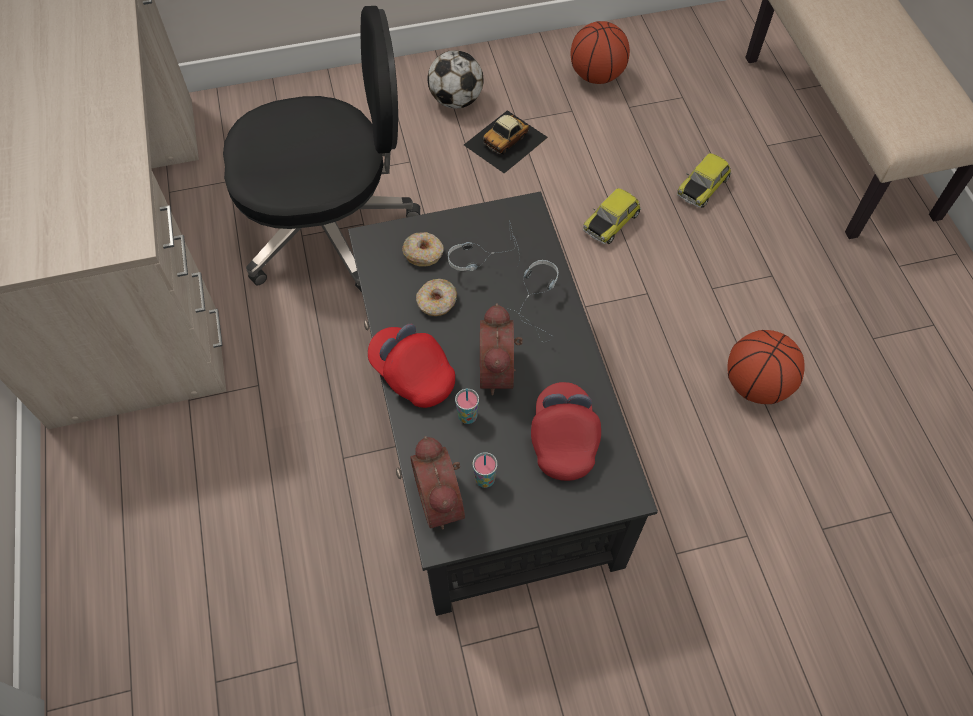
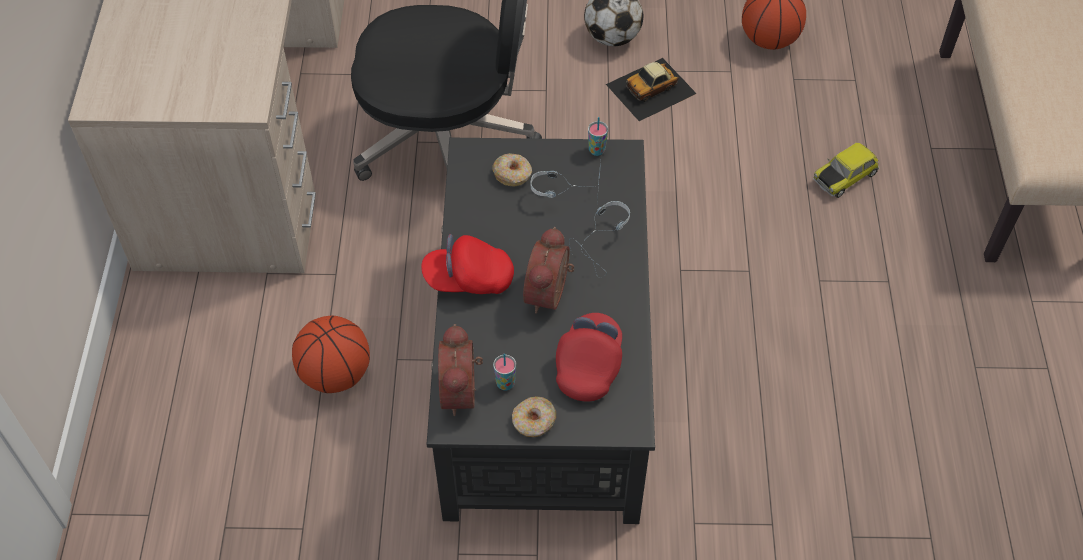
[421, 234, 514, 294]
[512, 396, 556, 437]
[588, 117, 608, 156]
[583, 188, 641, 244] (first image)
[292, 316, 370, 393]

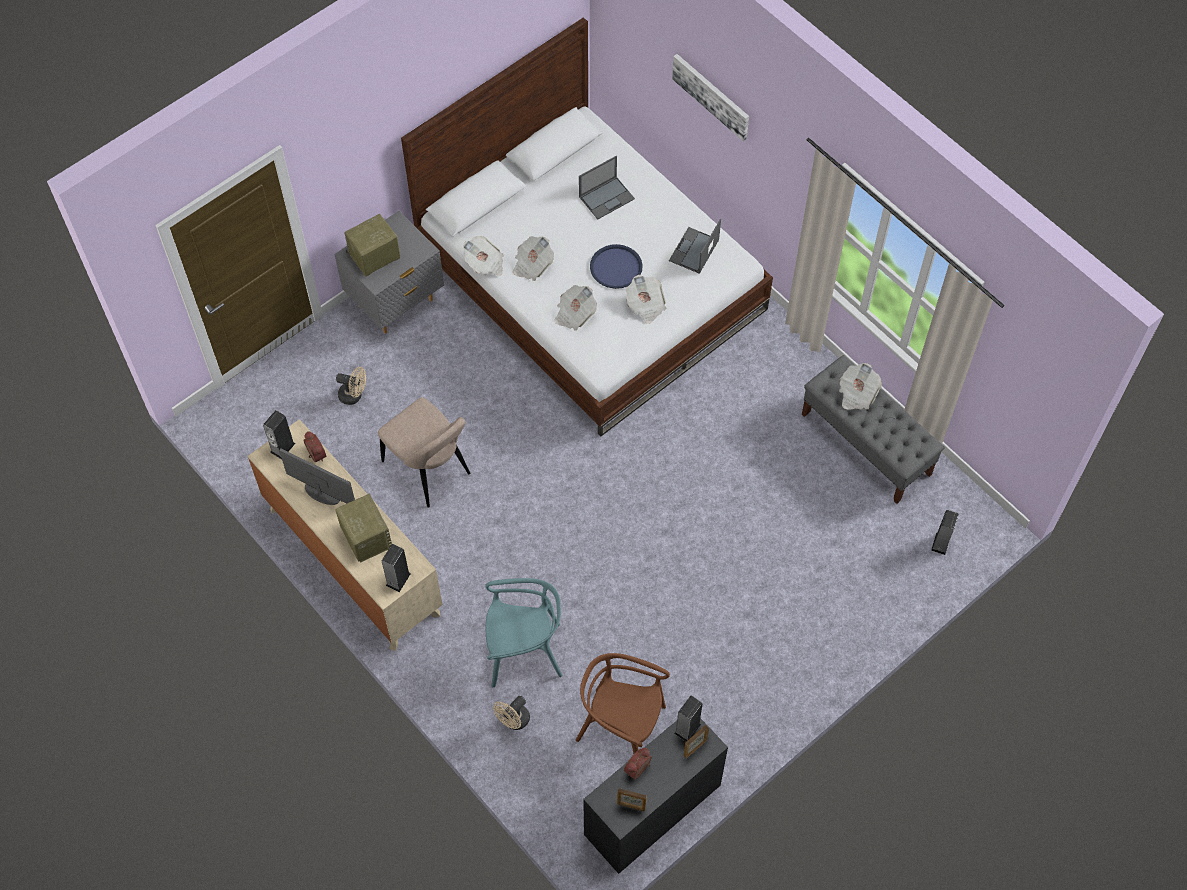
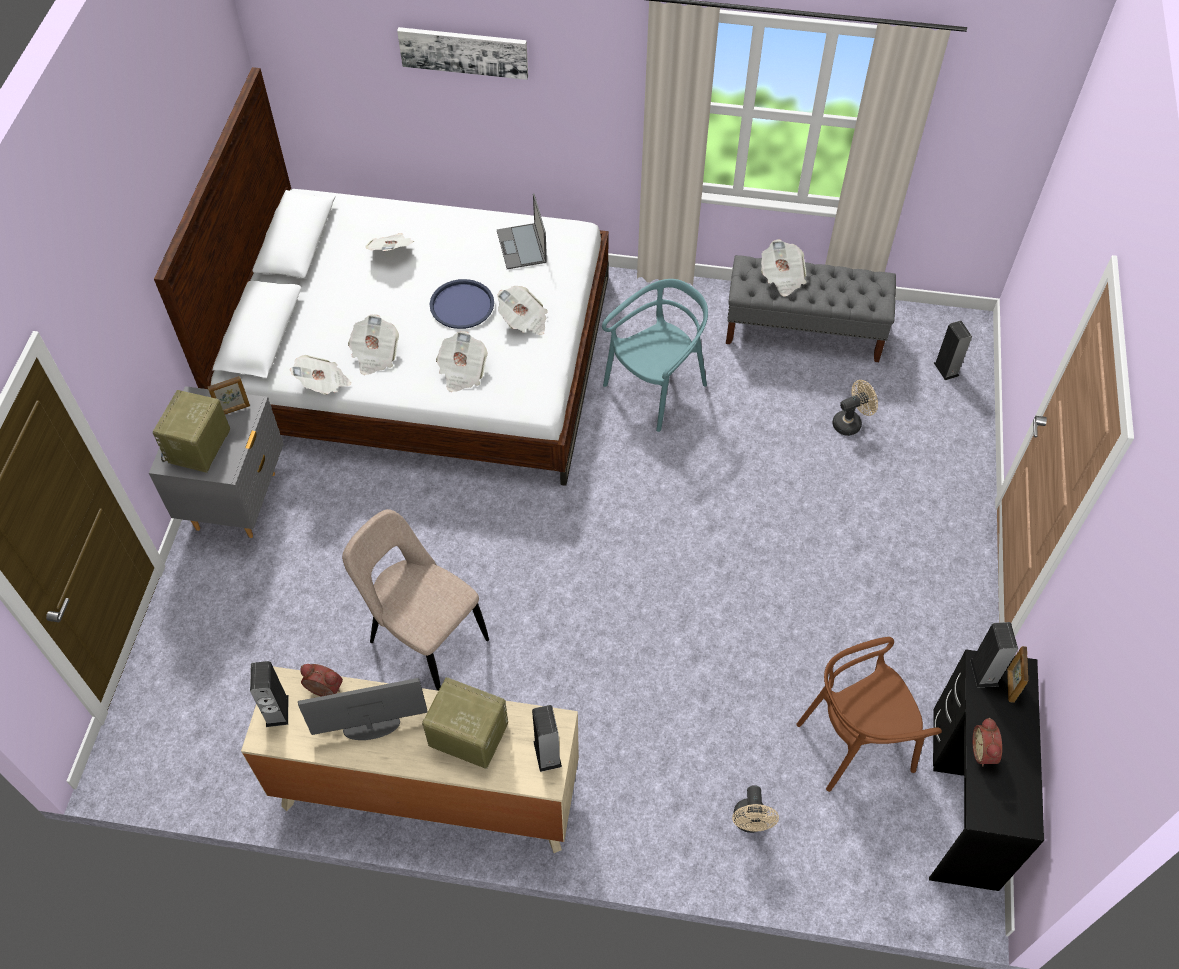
[832, 380, 878, 436]
[342, 509, 489, 691]
[602, 279, 708, 432]
[365, 233, 414, 251]
[208, 376, 250, 414]

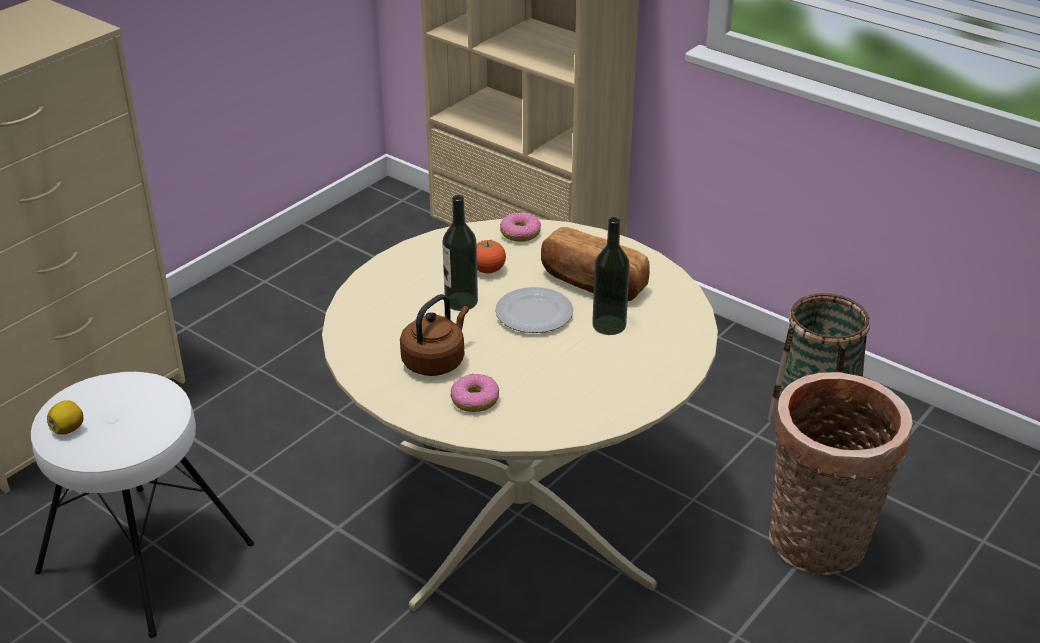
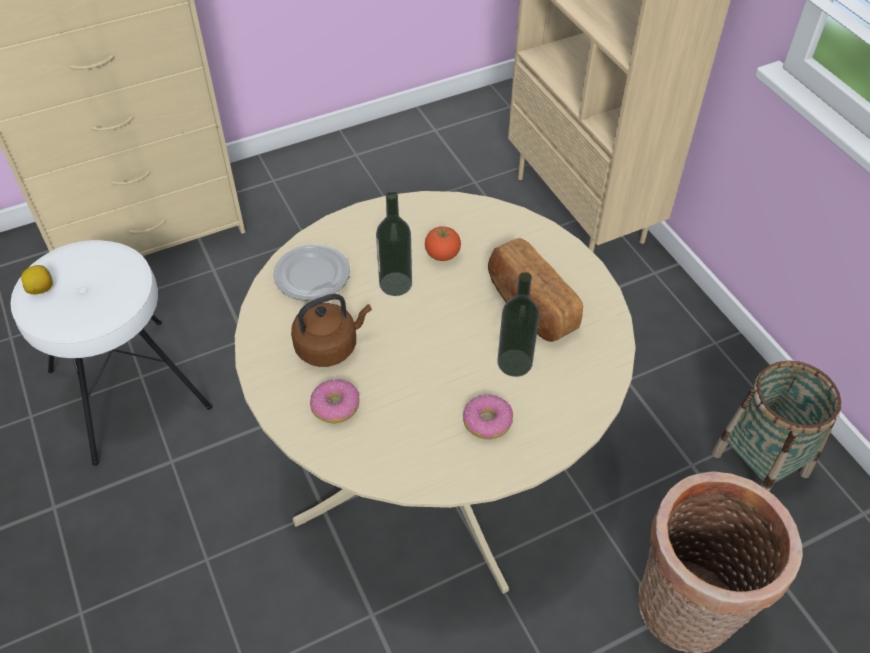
[273, 244, 350, 301]
[463, 394, 513, 439]

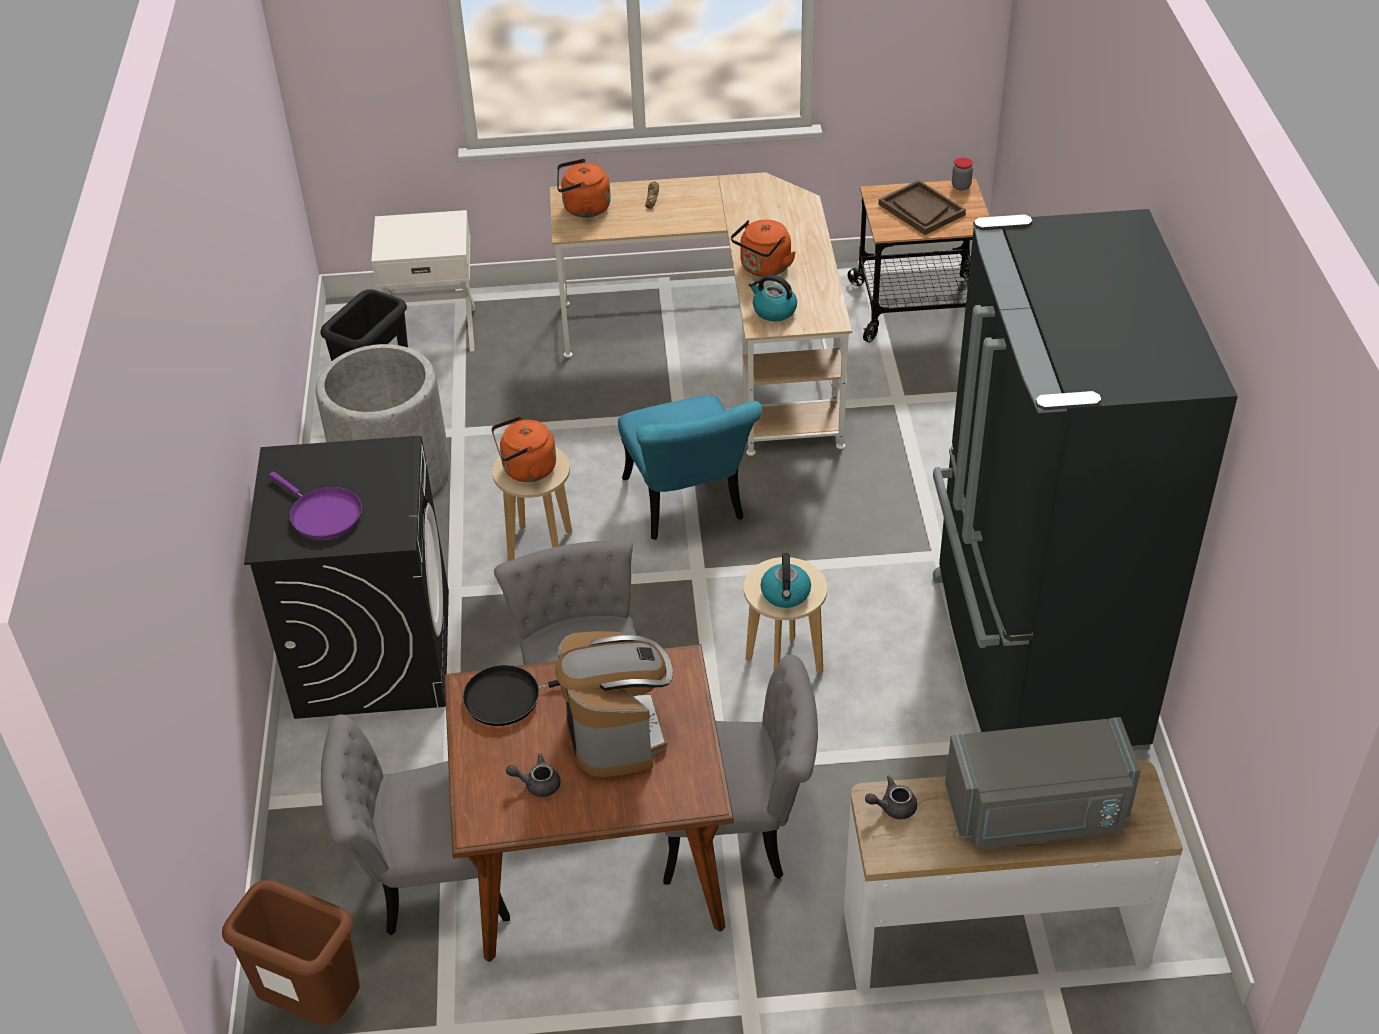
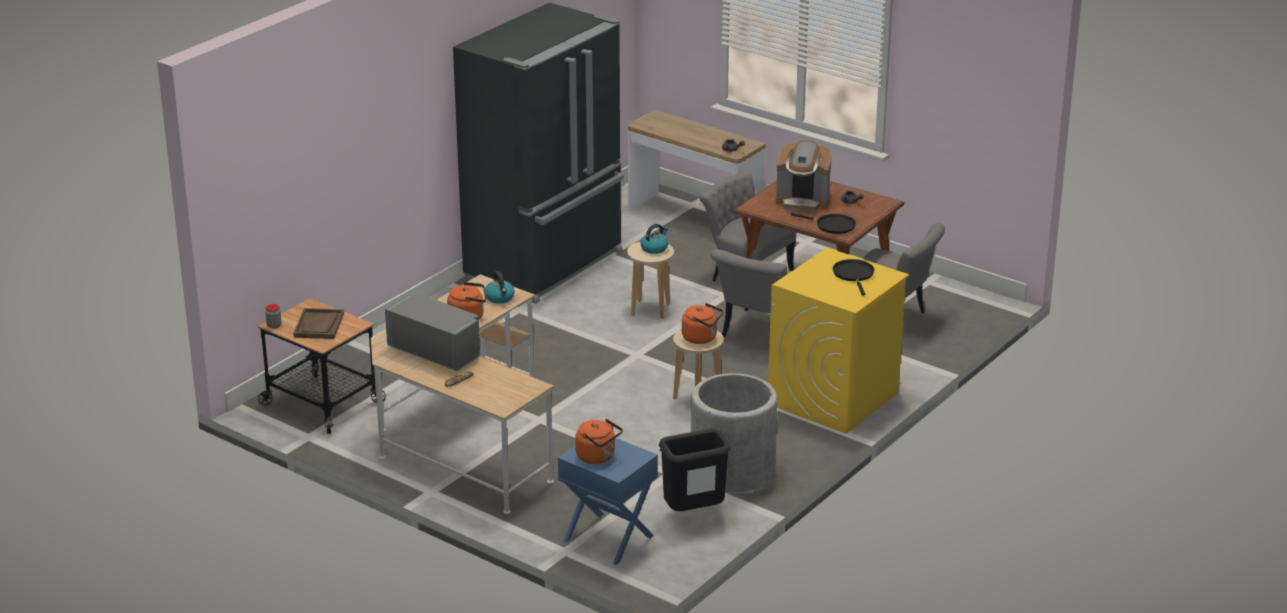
[222, 880, 360, 1025] (first image)
[768, 248, 909, 434]
[833, 259, 875, 296]
[558, 438, 658, 565]
[776, 140, 832, 212]
[575, 419, 623, 464]
[618, 395, 762, 540] (first image)
[385, 294, 480, 371]

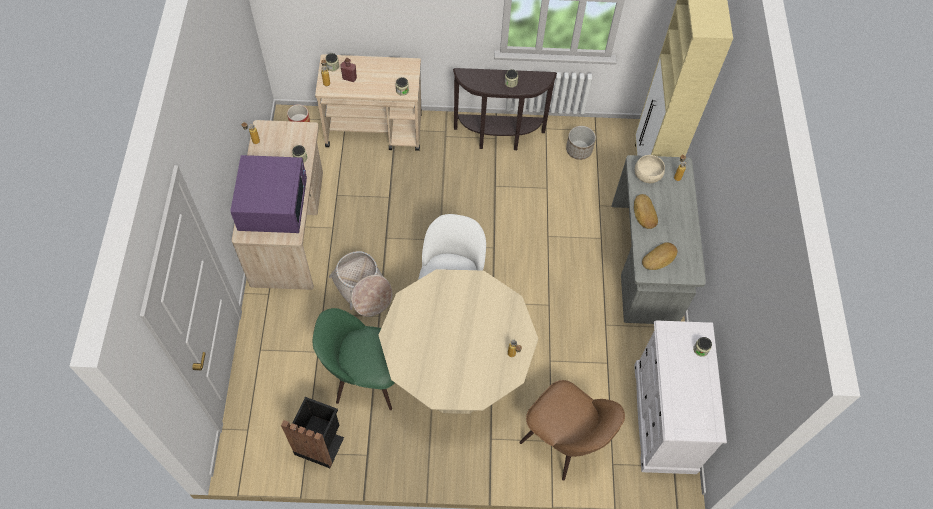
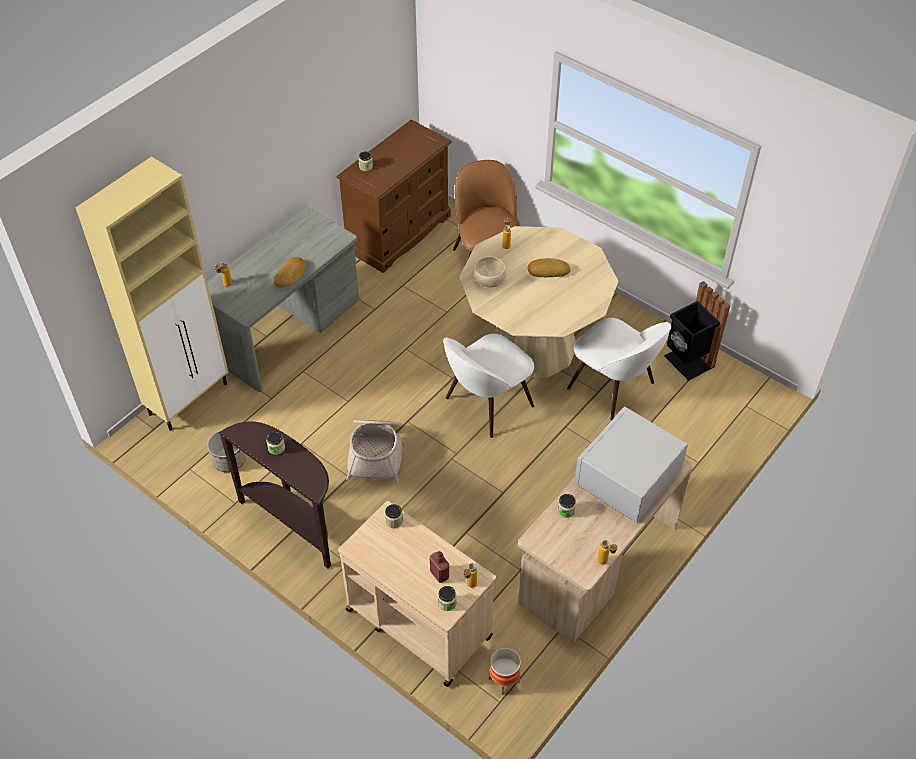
[574, 406, 688, 523]
[567, 318, 671, 420]
[346, 420, 404, 483]
[474, 256, 506, 287]
[336, 120, 452, 273]
[527, 258, 570, 278]

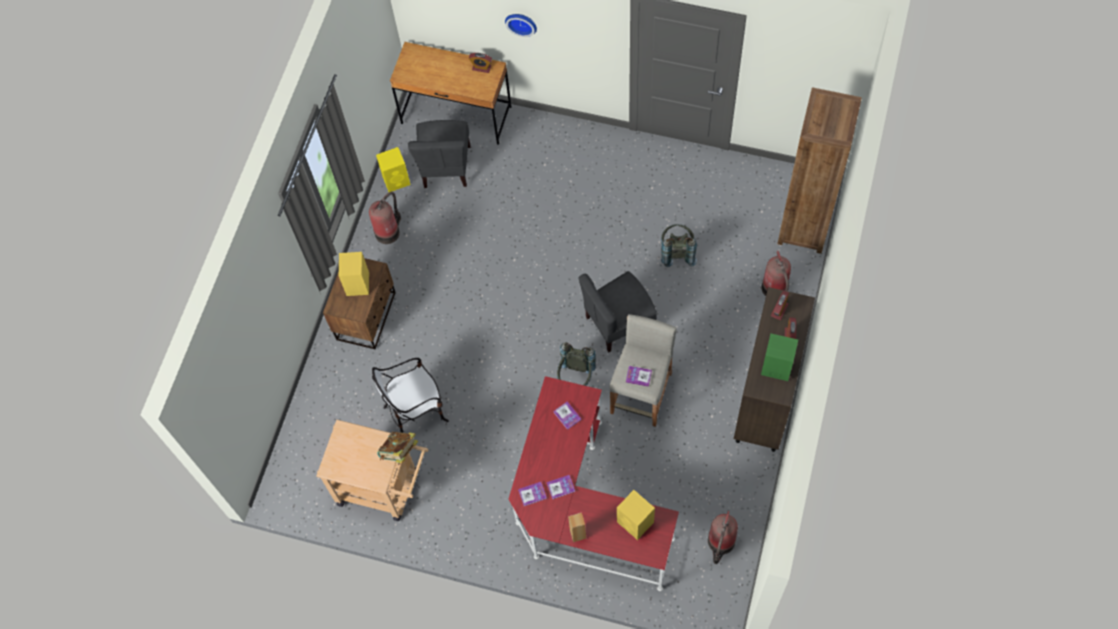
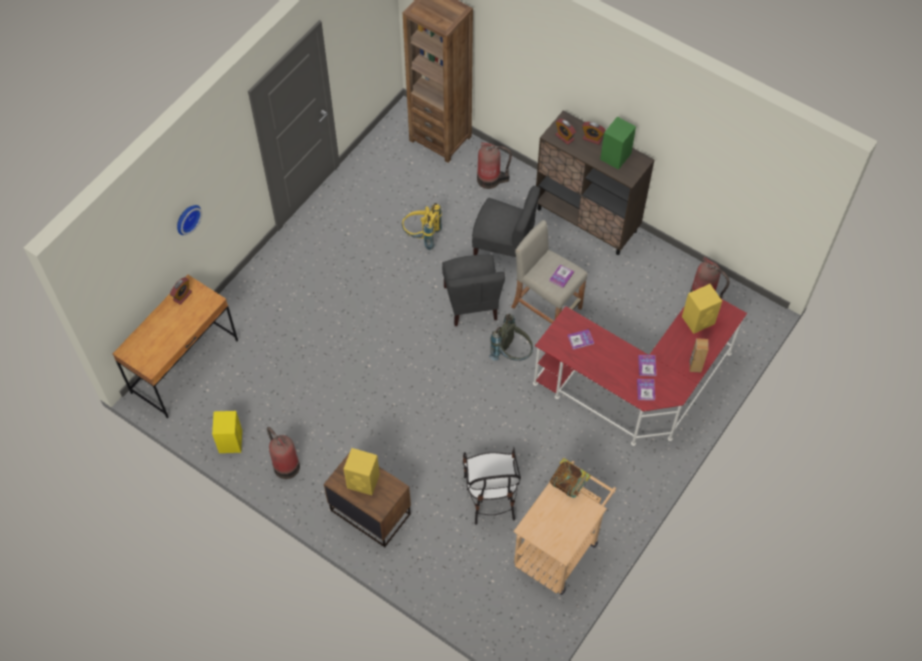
[472, 186, 540, 257]
[402, 203, 442, 250]

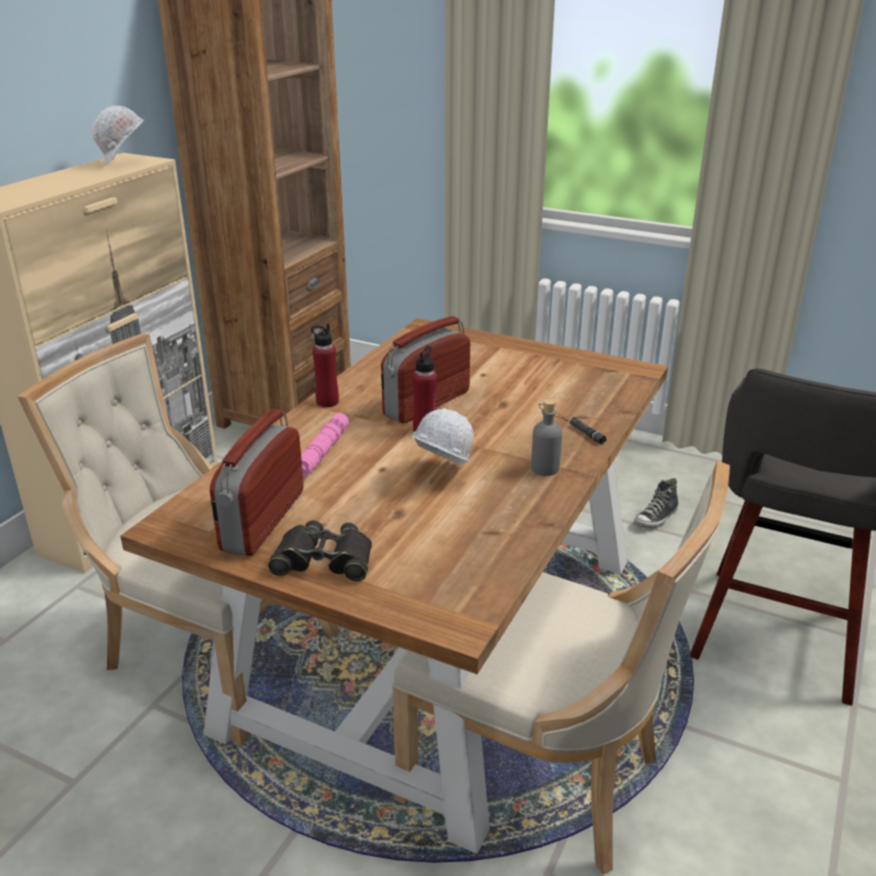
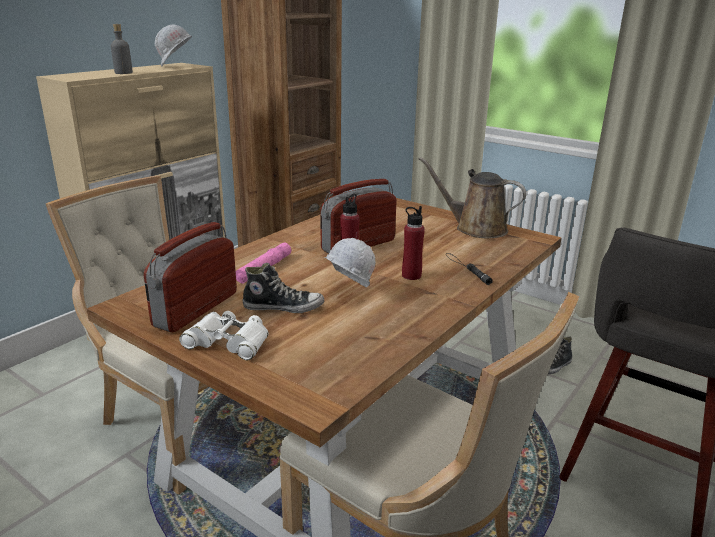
[179, 311, 269, 360]
[402, 206, 425, 280]
[111, 24, 133, 74]
[242, 263, 324, 313]
[419, 157, 526, 238]

